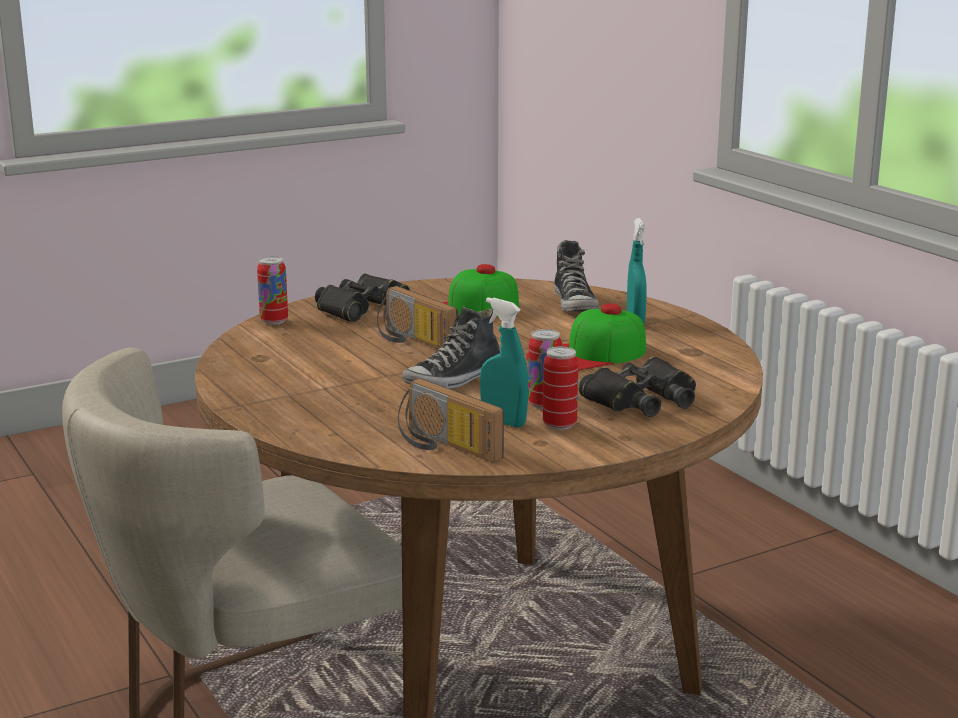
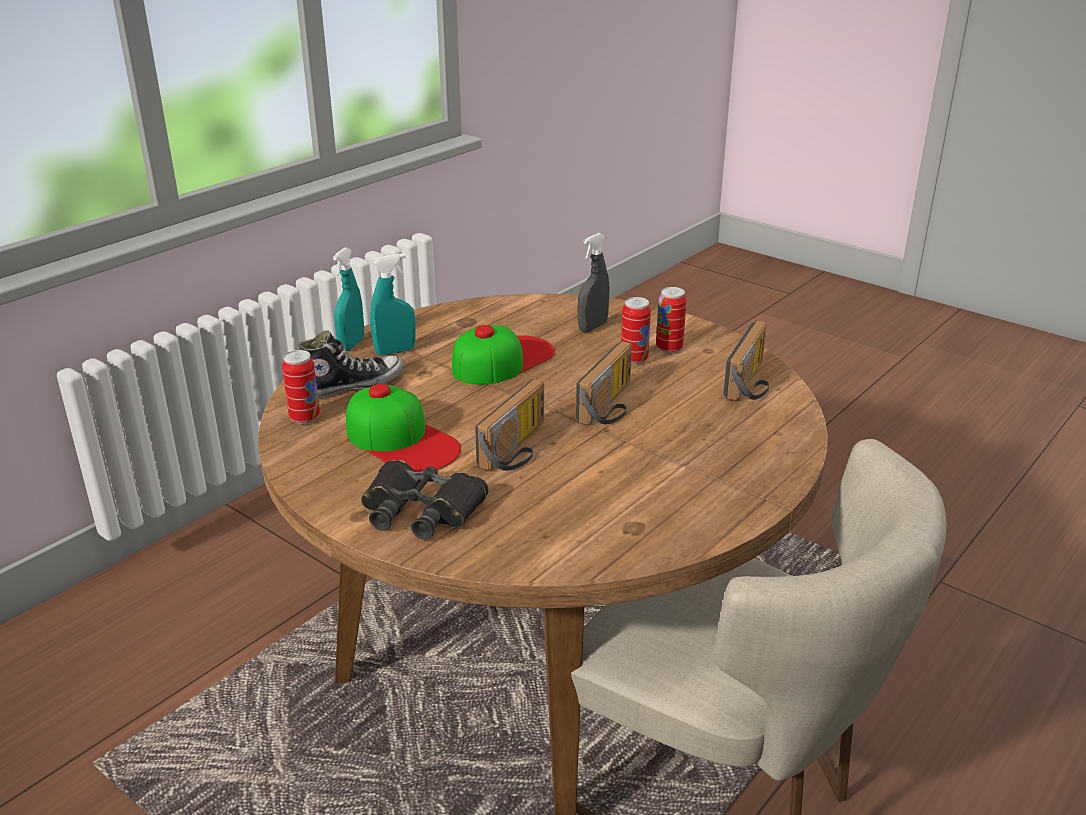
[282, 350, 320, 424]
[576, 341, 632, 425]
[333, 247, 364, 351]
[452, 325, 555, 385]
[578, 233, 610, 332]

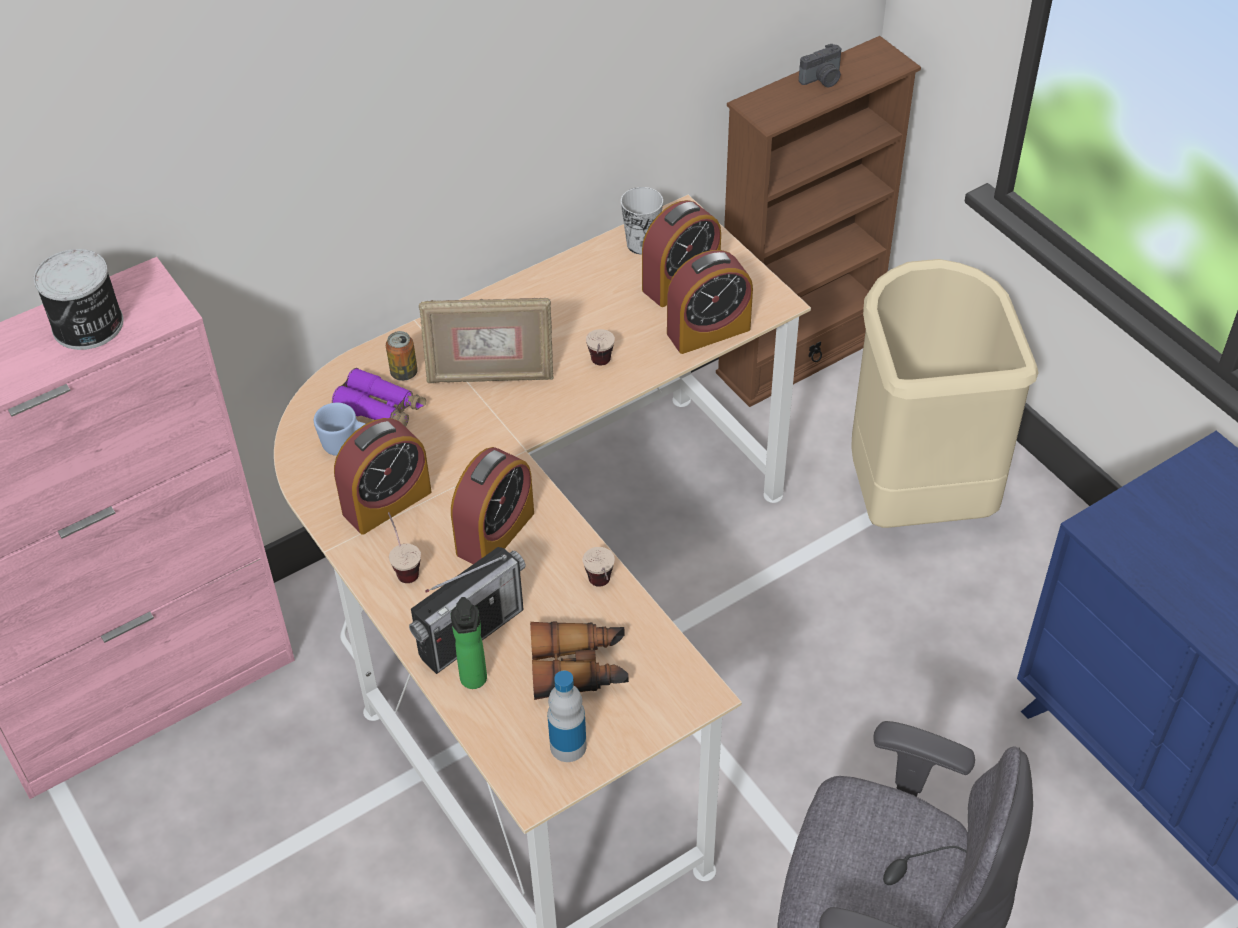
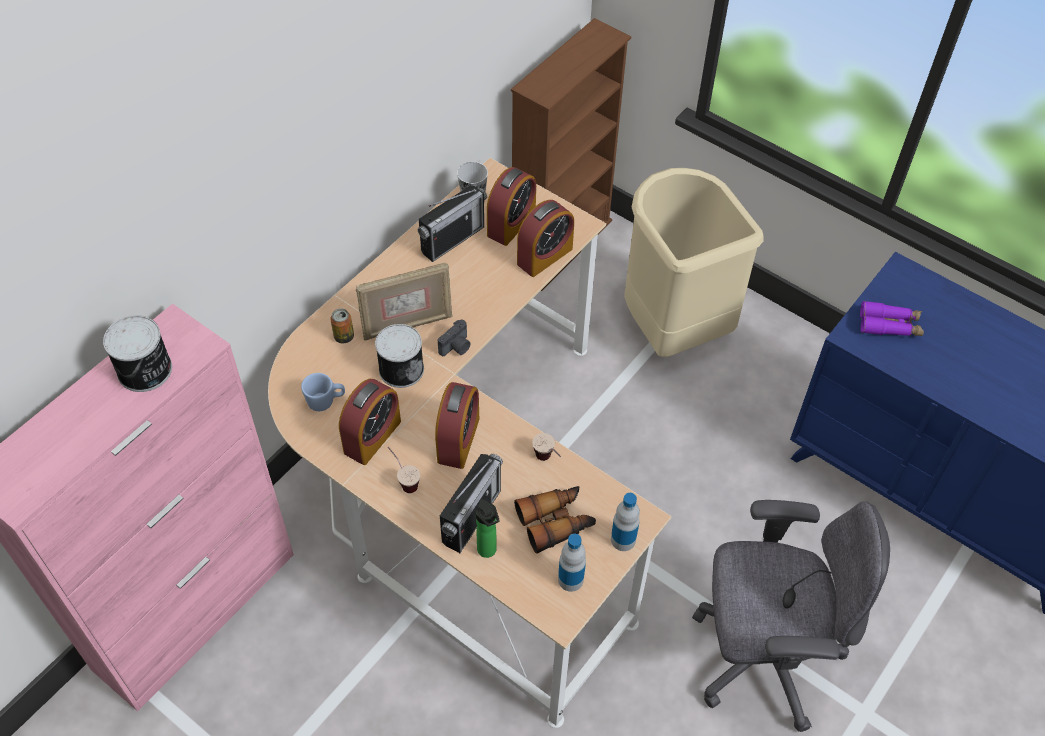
[860, 301, 924, 336]
[586, 329, 615, 365] (first image)
[438, 319, 471, 356]
[375, 324, 424, 388]
[418, 185, 487, 262]
[611, 493, 640, 551]

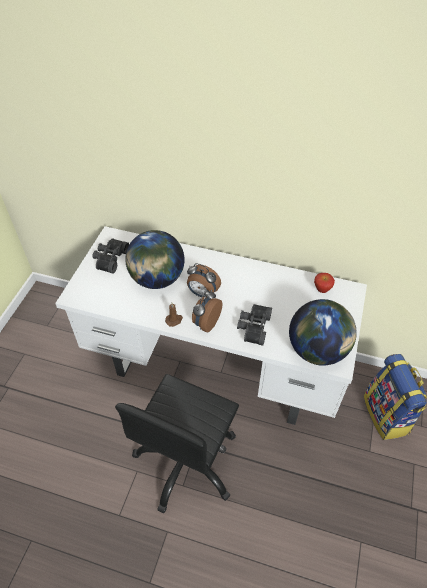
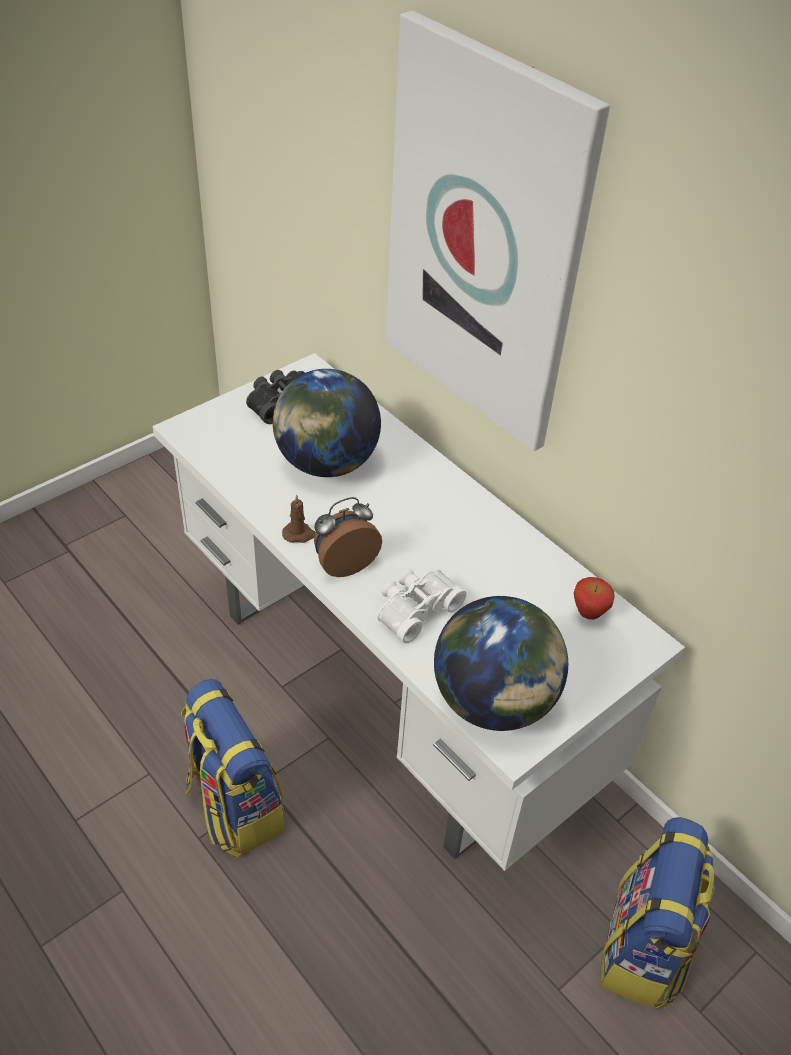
[181, 679, 285, 857]
[187, 263, 221, 297] (first image)
[377, 569, 466, 643]
[385, 11, 610, 451]

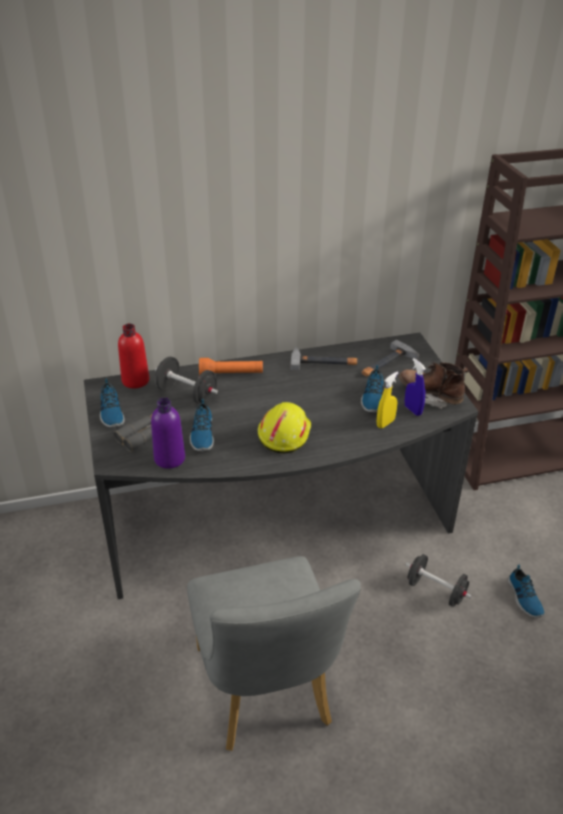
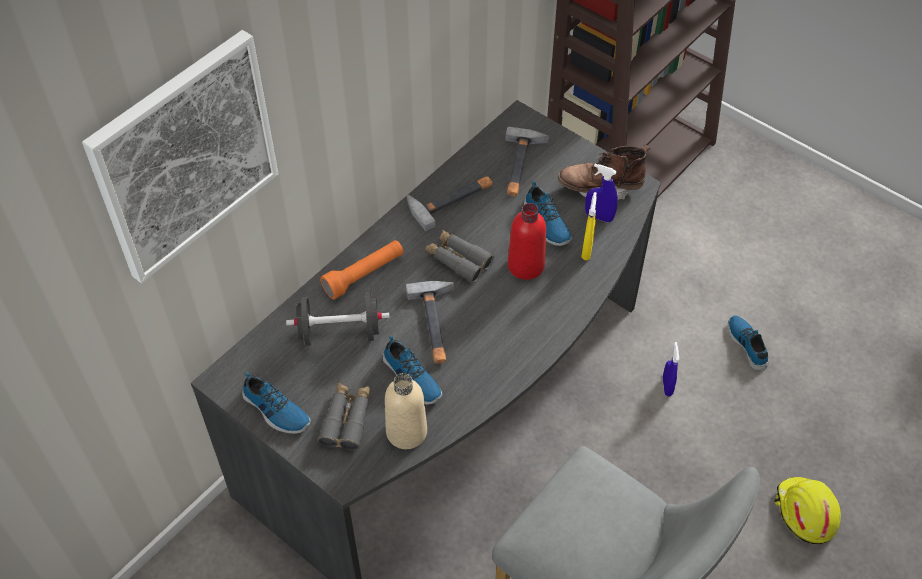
[508, 203, 546, 280]
[385, 373, 427, 449]
[774, 477, 841, 544]
[663, 342, 679, 396]
[728, 315, 768, 370]
[82, 30, 279, 283]
[406, 281, 454, 364]
[425, 230, 494, 283]

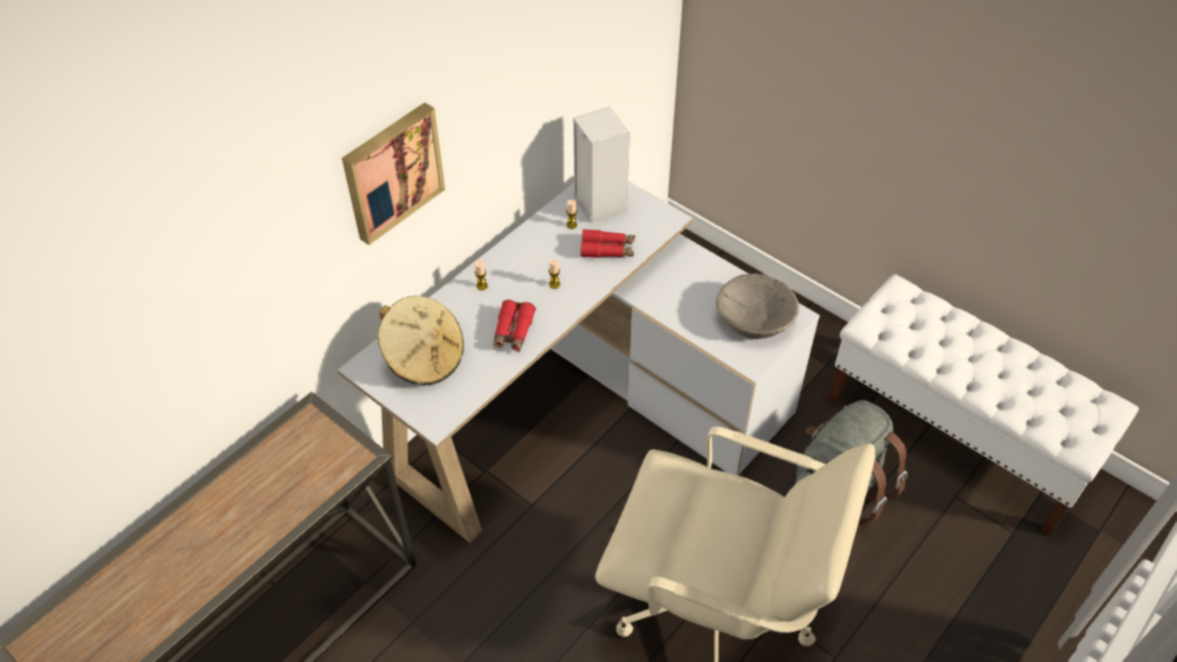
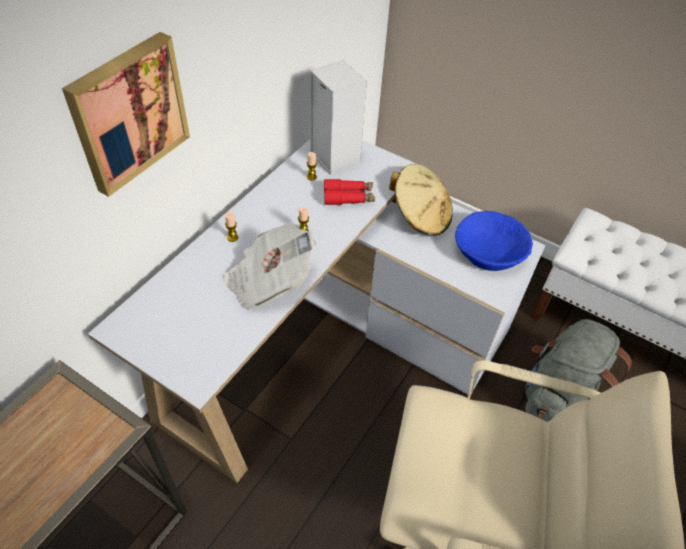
[389, 164, 453, 236]
[223, 223, 316, 310]
[455, 211, 533, 271]

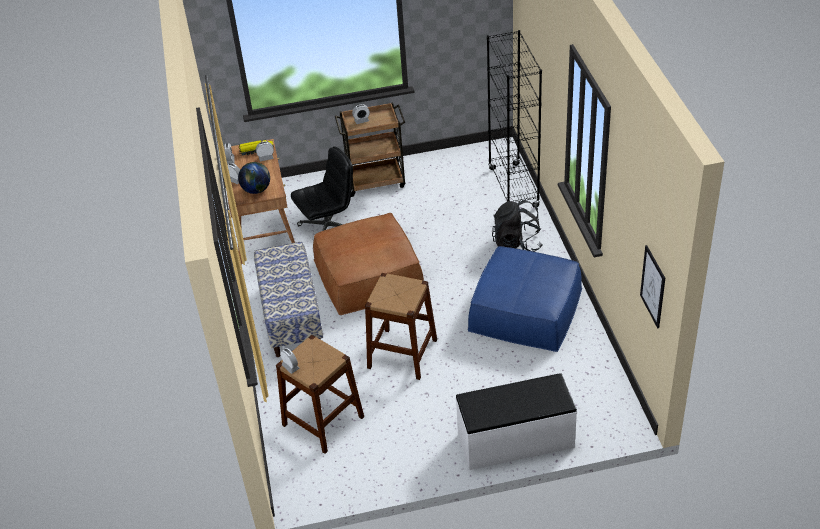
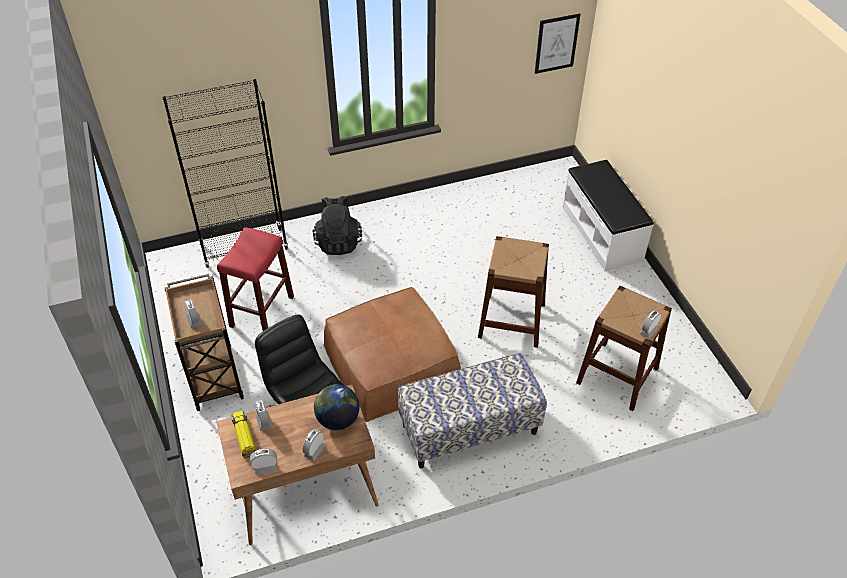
[468, 246, 582, 352] (first image)
[217, 227, 294, 331]

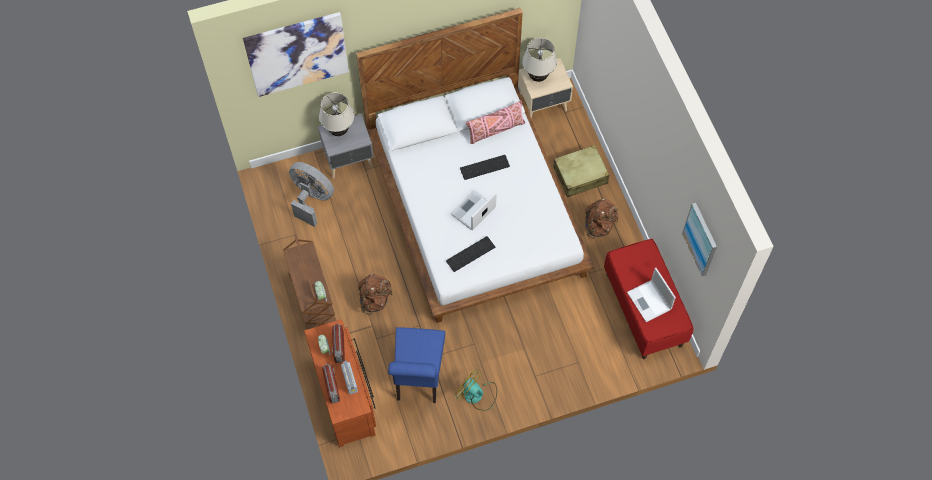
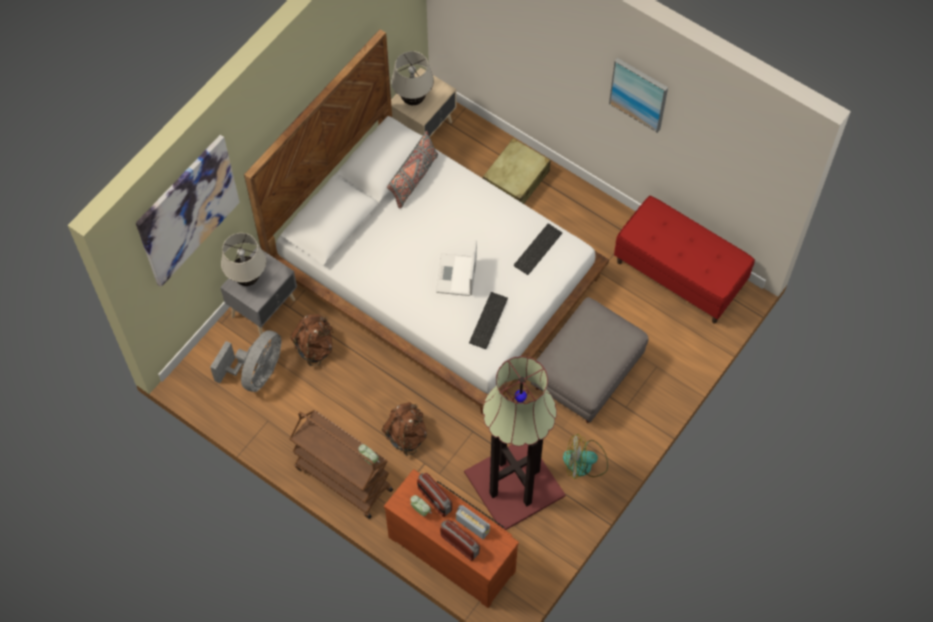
[210, 330, 281, 392]
[464, 356, 566, 530]
[514, 223, 562, 275]
[387, 131, 438, 209]
[290, 314, 333, 366]
[627, 268, 676, 322] (first image)
[609, 58, 668, 133]
[530, 297, 649, 423]

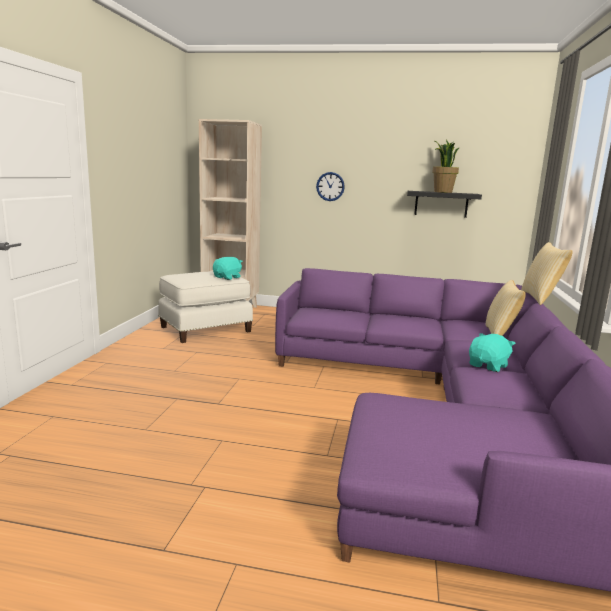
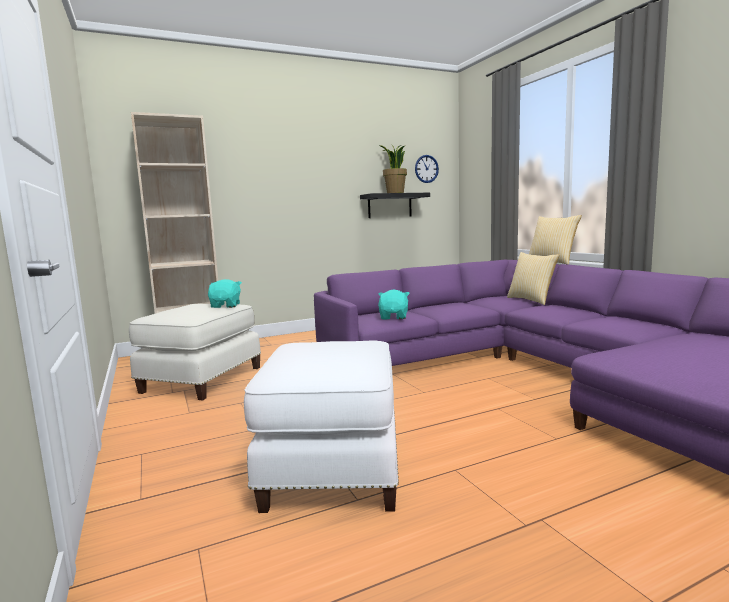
[415, 155, 439, 183]
[378, 289, 410, 319]
[244, 341, 399, 513]

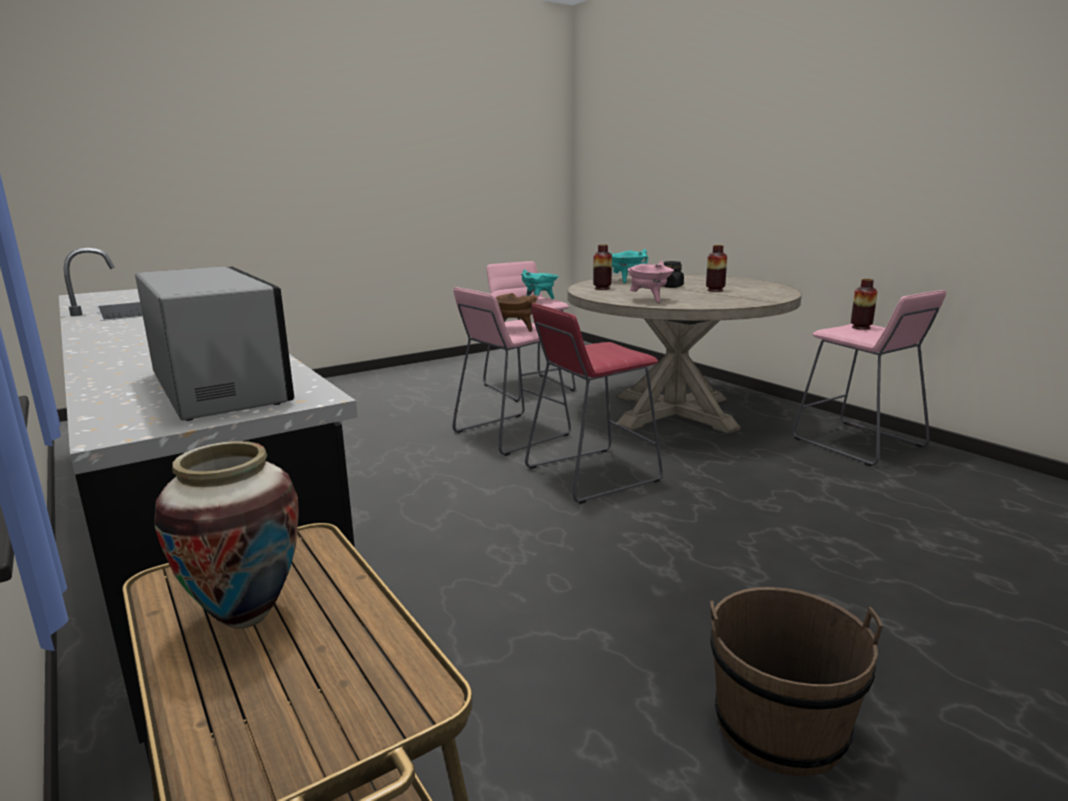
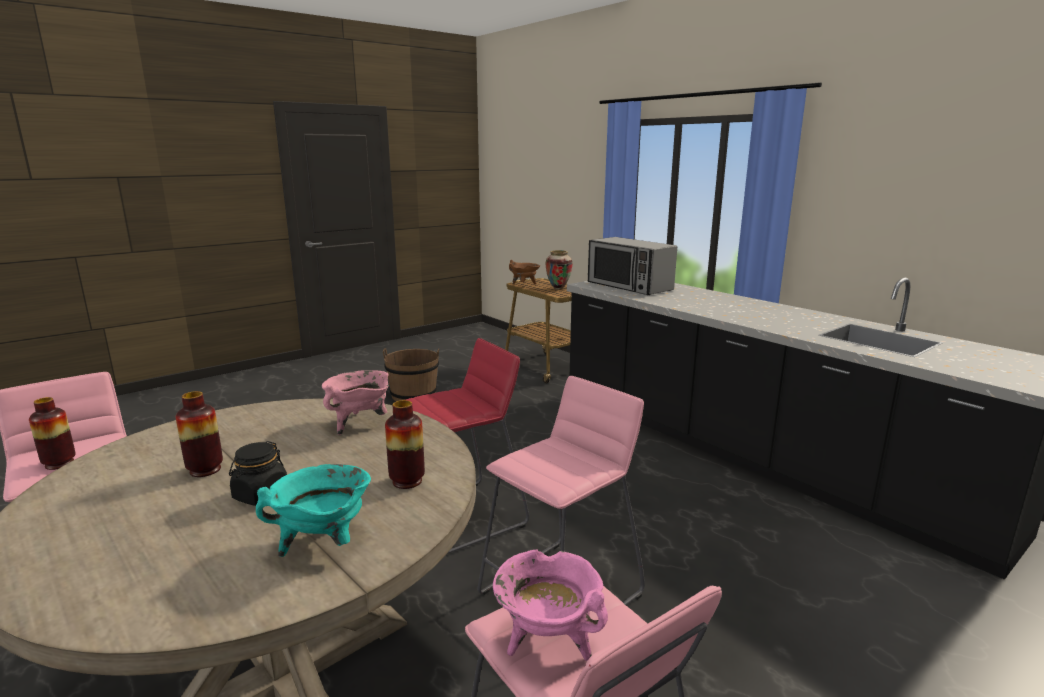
[509, 260, 540, 284]
[493, 550, 608, 661]

